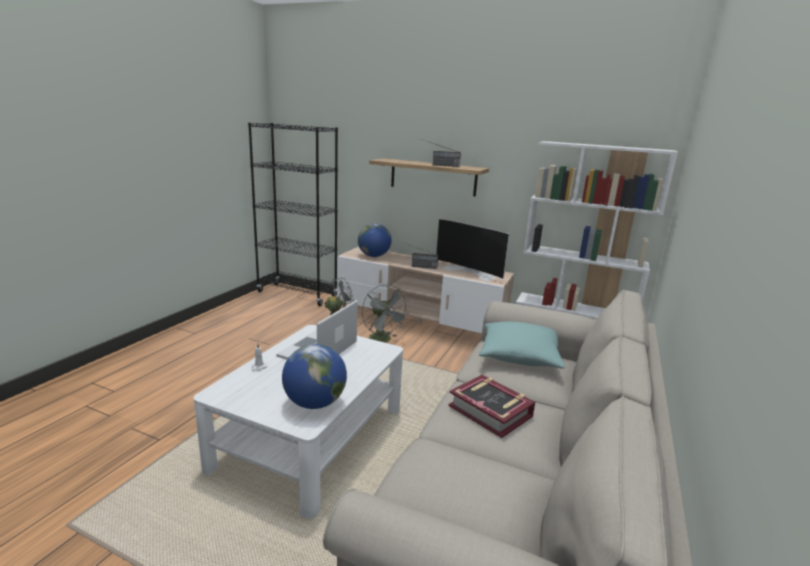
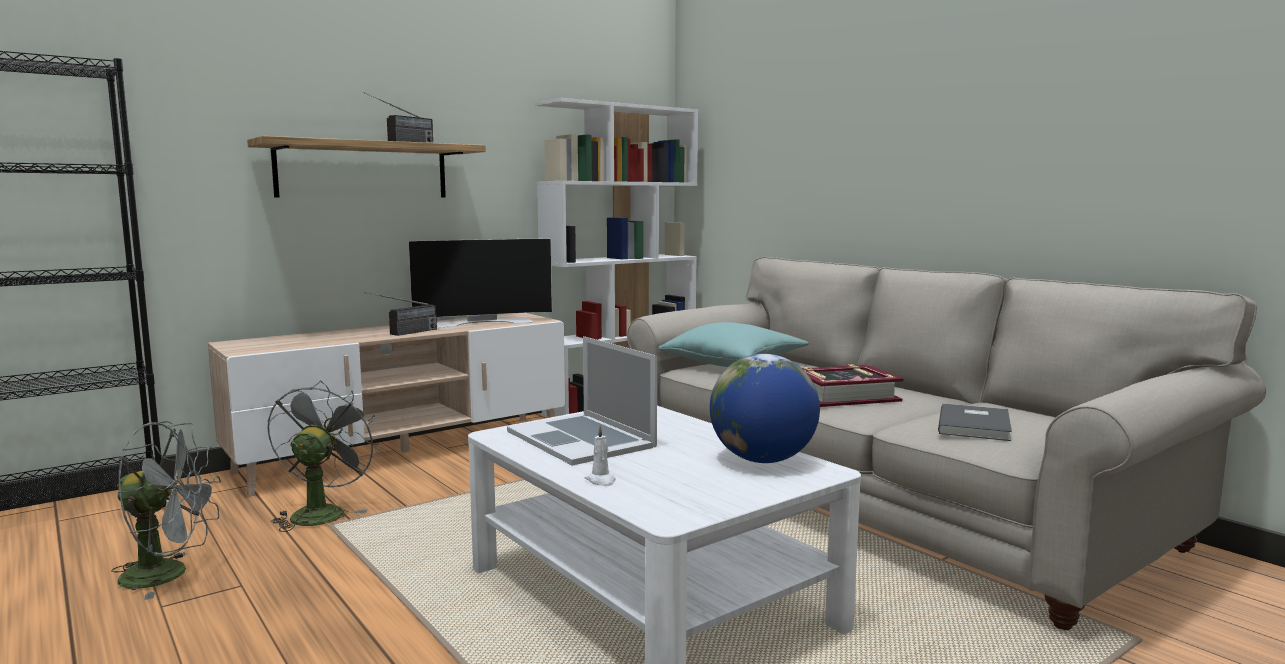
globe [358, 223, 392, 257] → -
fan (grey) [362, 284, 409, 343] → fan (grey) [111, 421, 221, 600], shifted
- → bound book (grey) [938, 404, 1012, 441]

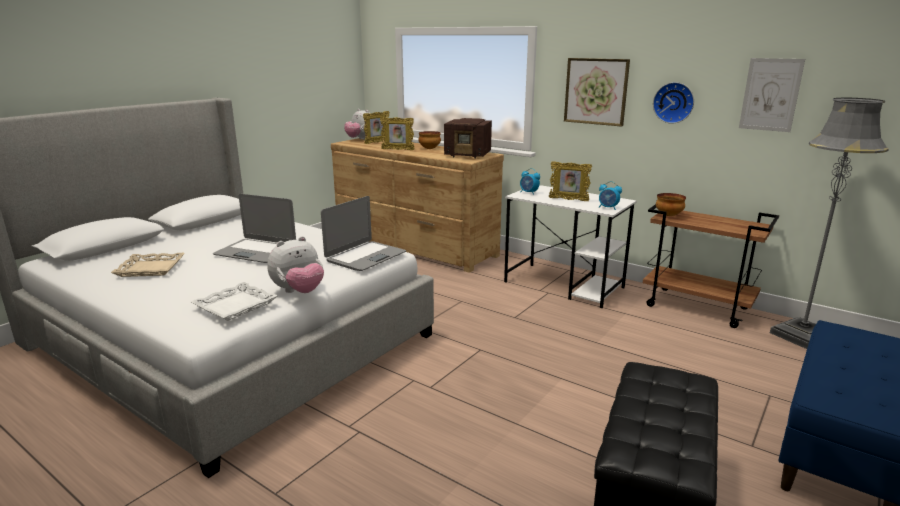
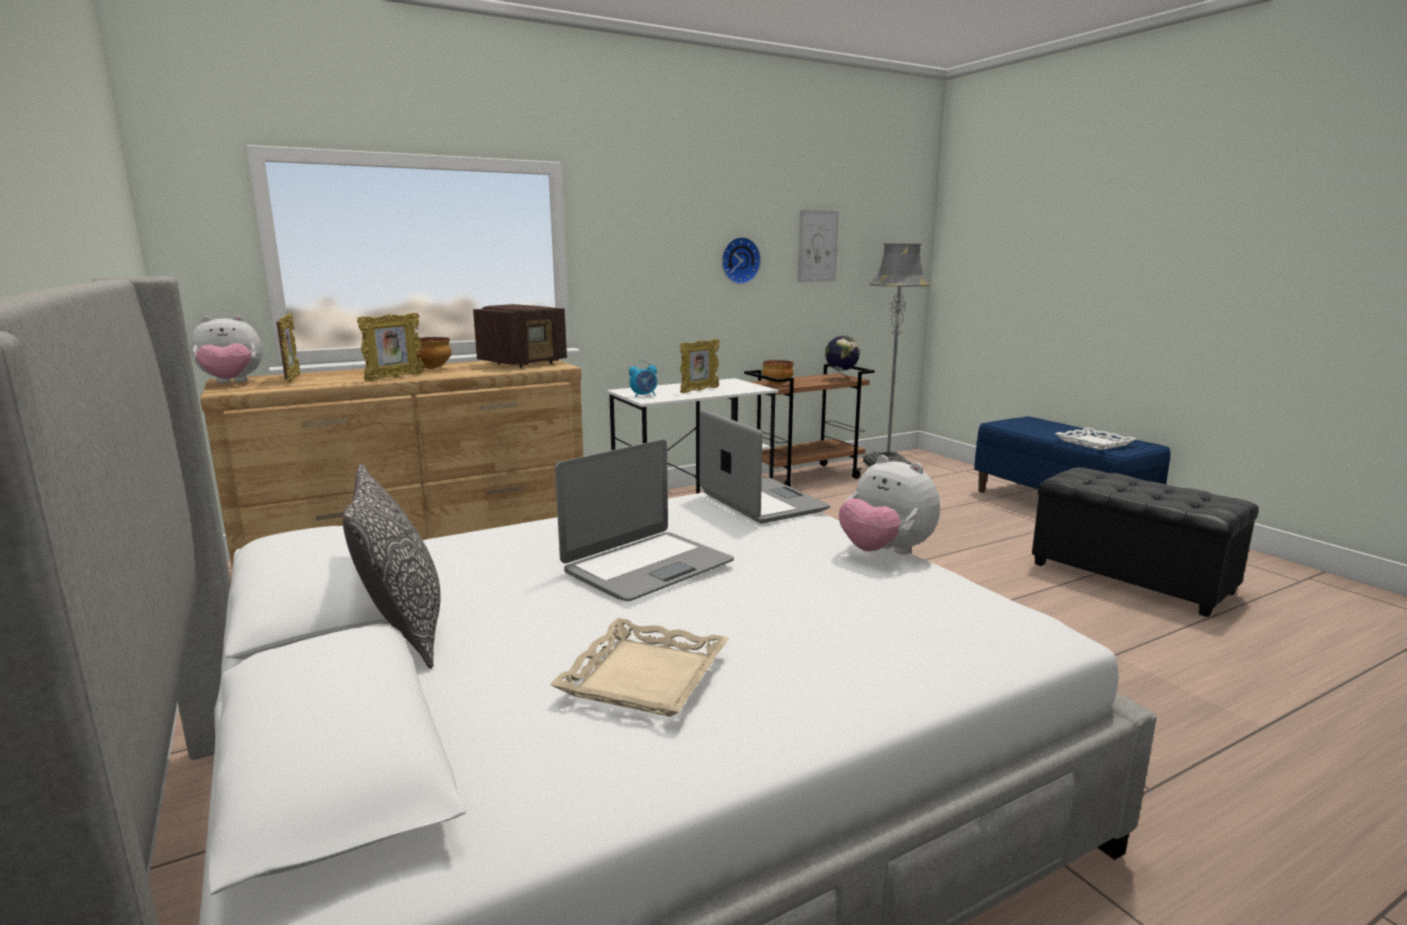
tray (white-coloured) [191, 282, 278, 321] → tray (white-coloured) [1055, 427, 1136, 450], shifted
soft toy [267, 236, 324, 293] → soft toy [839, 455, 940, 554], 150 degrees clockwise
wall art [564, 58, 630, 127] → -
alarm clock [599, 181, 622, 210] → -
- → cushion [343, 464, 441, 669]
- → globe [825, 336, 860, 382]

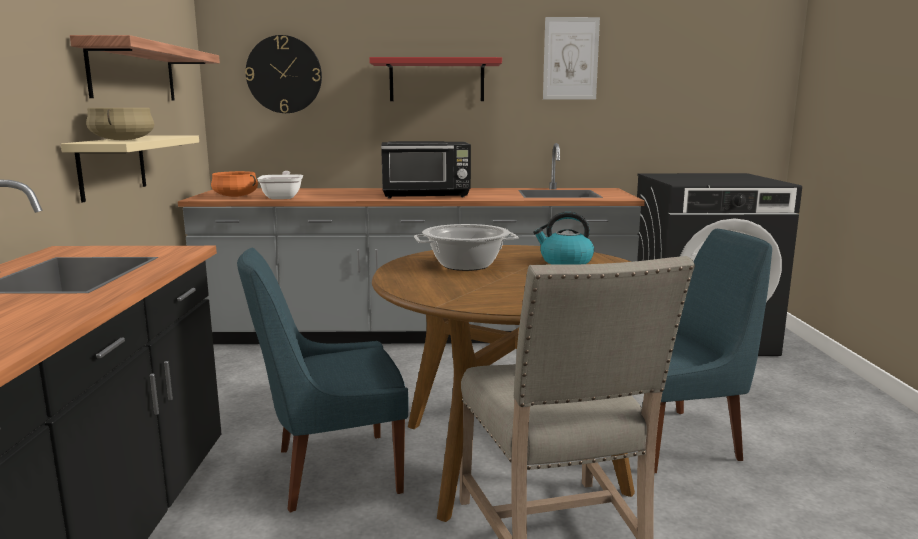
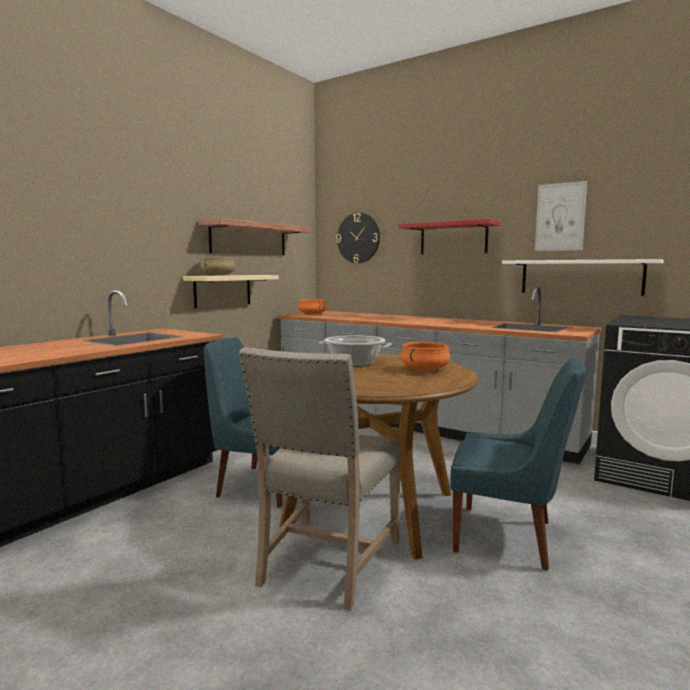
frying pan [257, 171, 303, 199] → -
kitchen microwave (blackish) [381, 141, 471, 198] → -
tea kettle [533, 212, 594, 265] → stockpot (orange-coloured) [400, 342, 450, 371]
- → wall shelf (white-coloured) [502, 259, 664, 296]

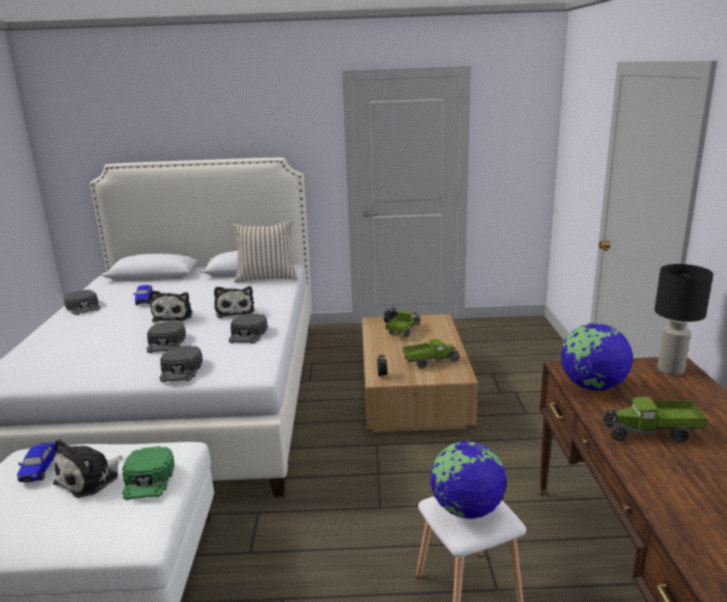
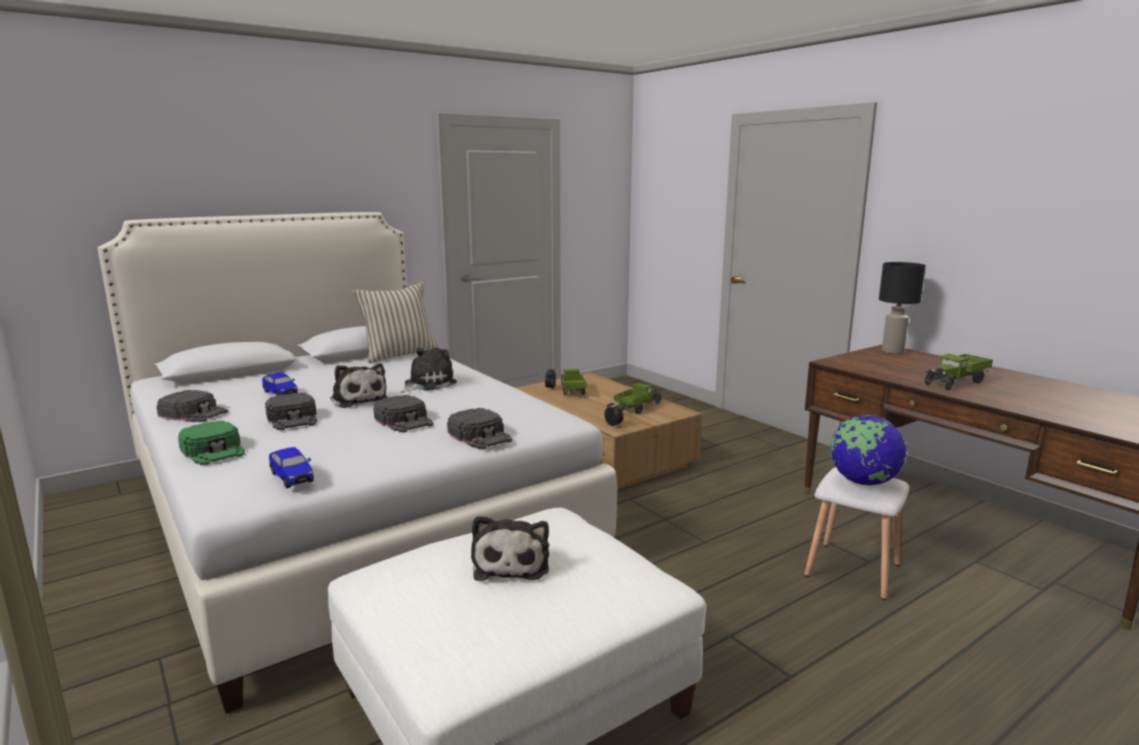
model car [17, 443, 56, 482] → model car [269, 447, 314, 488], shifted
baseball cap (green-coloured) [122, 446, 175, 500] → baseball cap (green-coloured) [178, 420, 245, 465], shifted
soft toy [214, 286, 255, 318] → soft toy [401, 347, 457, 393], 90 degrees counterclockwise
baseball cap (blackish) [229, 314, 268, 343] → baseball cap (blackish) [265, 393, 318, 431], shifted
globe [561, 323, 633, 391] → -

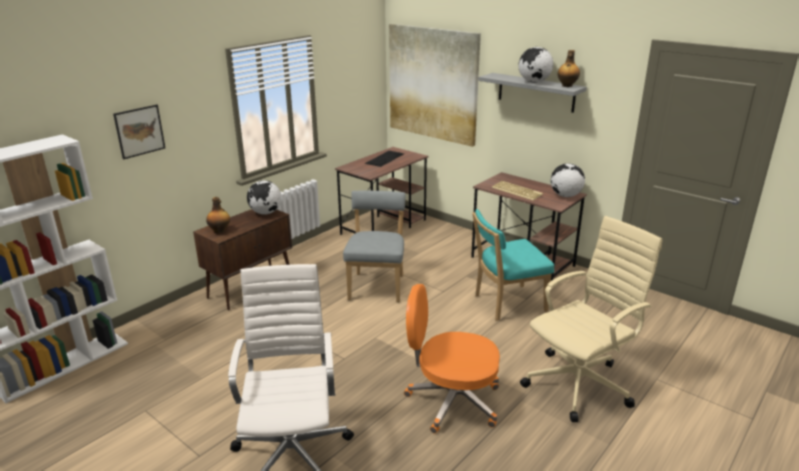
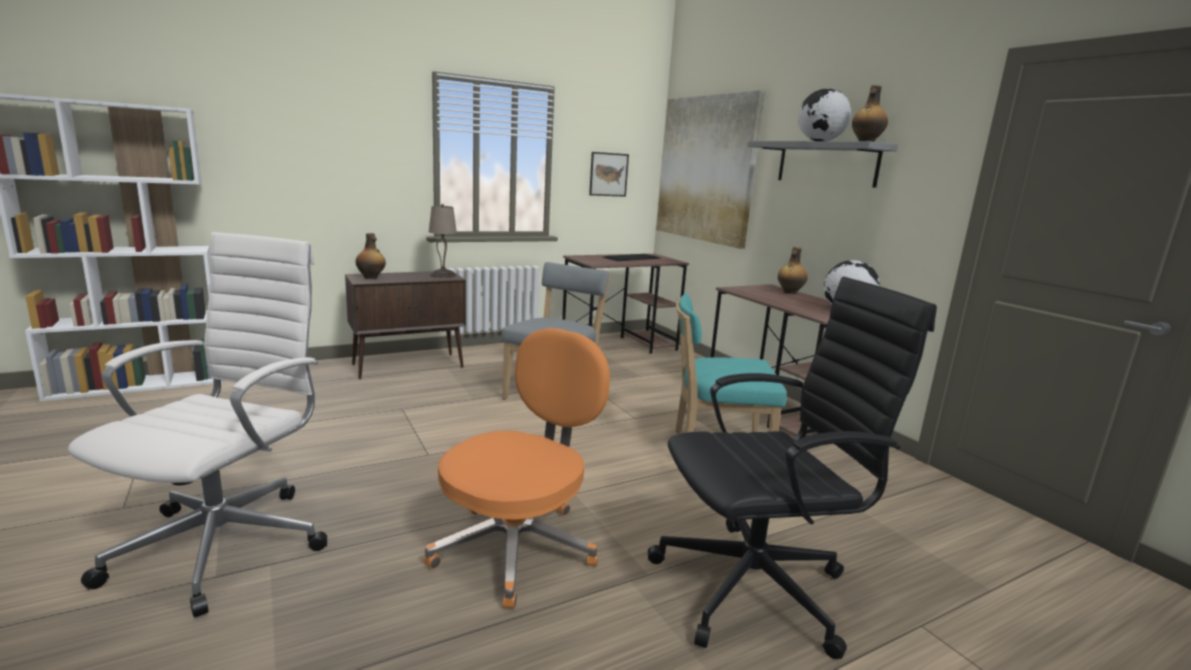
wall art [113, 104, 165, 159] → wall art [589, 152, 629, 197], shifted
globe [247, 180, 281, 215] → tabletop lamp (sand-coloured) [429, 204, 457, 278]
desk chair (orange-coloured) [404, 284, 500, 434] → desk chair (orange-coloured) [424, 328, 610, 609], 90 degrees clockwise
PC keyboard [492, 181, 543, 201] → -
desk chair (sand-coloured) [520, 216, 663, 422] → desk chair (blackish) [648, 277, 937, 659]
- → bottle [778, 247, 808, 294]

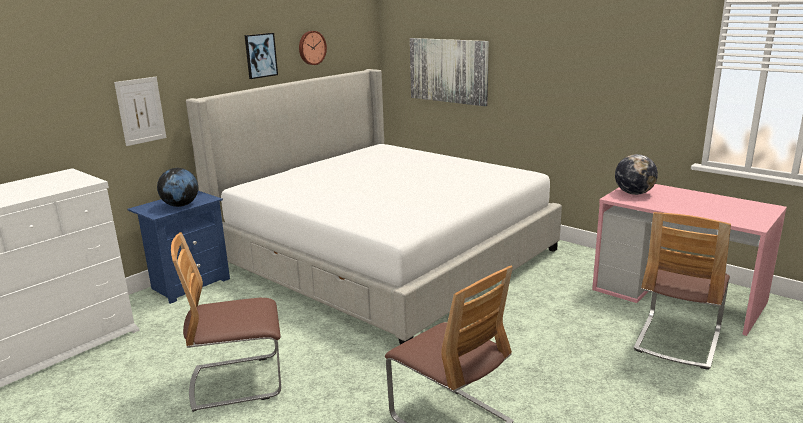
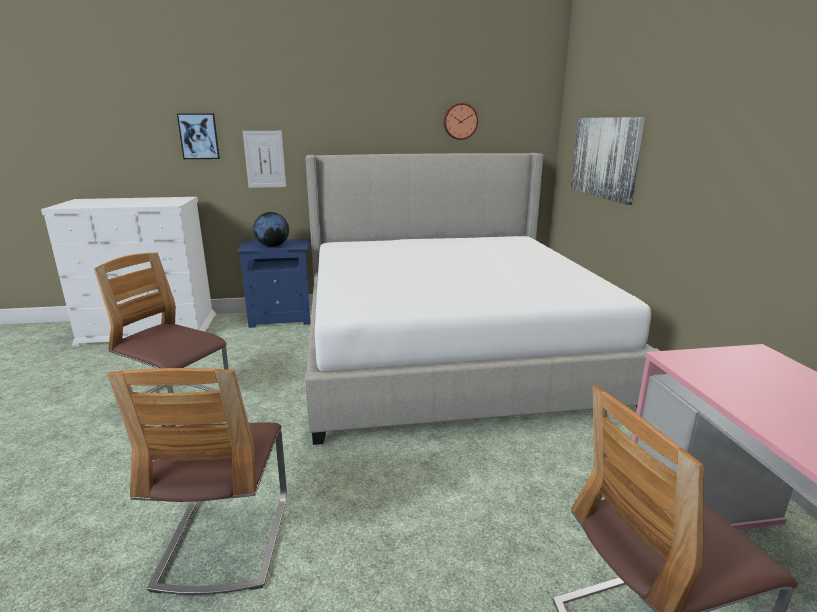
wall art [245, 33, 278, 79] → wall art [177, 113, 220, 159], shifted
globe [615, 154, 658, 195] → -

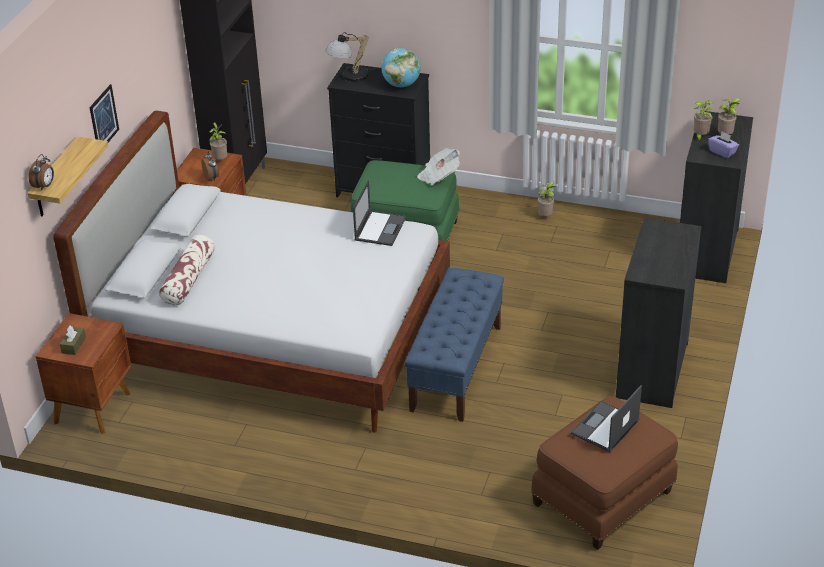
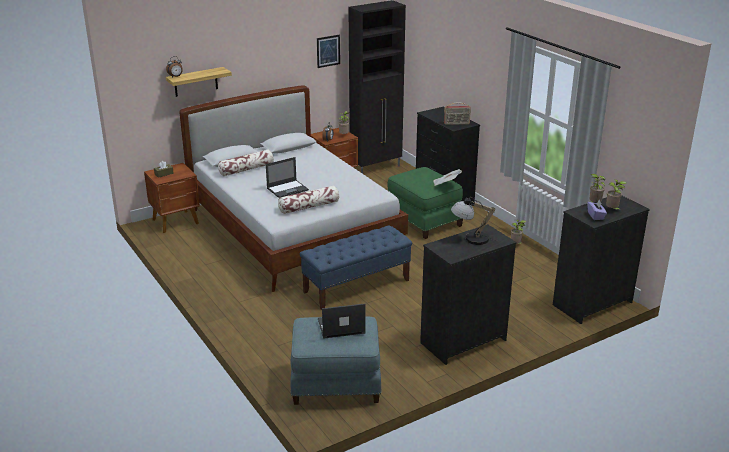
wall art [89, 84, 119, 142] → wall art [317, 35, 340, 68], shifted
tabletop lamp [325, 32, 375, 82] → tabletop lamp [451, 197, 498, 245], shifted
laptop [353, 180, 406, 246] → laptop [266, 157, 309, 198], shifted
globe [381, 48, 421, 87] → radio set [444, 102, 471, 125]
ottoman (brownish) [531, 396, 678, 550] → ottoman (blue) [290, 316, 382, 405]
- → cushion [278, 186, 339, 214]

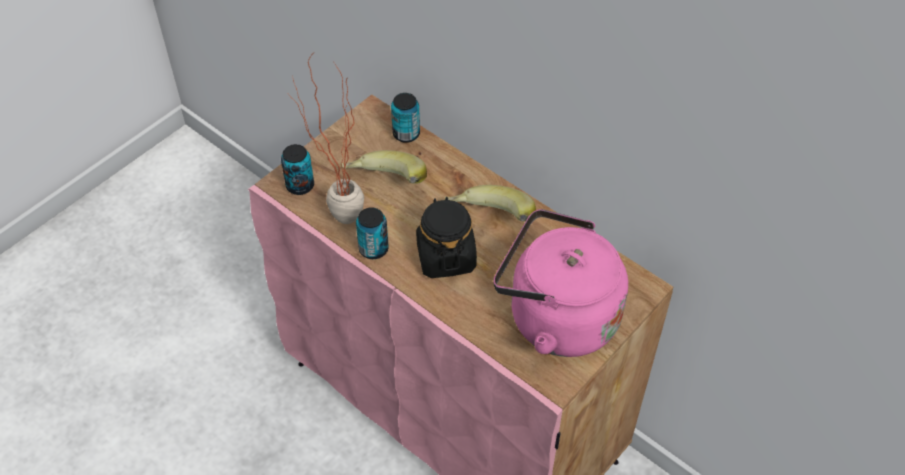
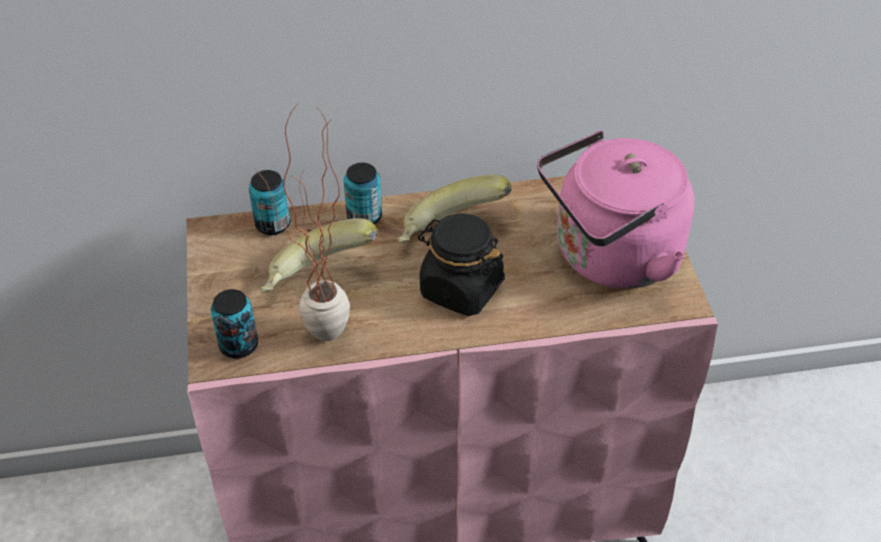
sealed can [356, 207, 389, 259] → sealed can [344, 163, 382, 225], shifted

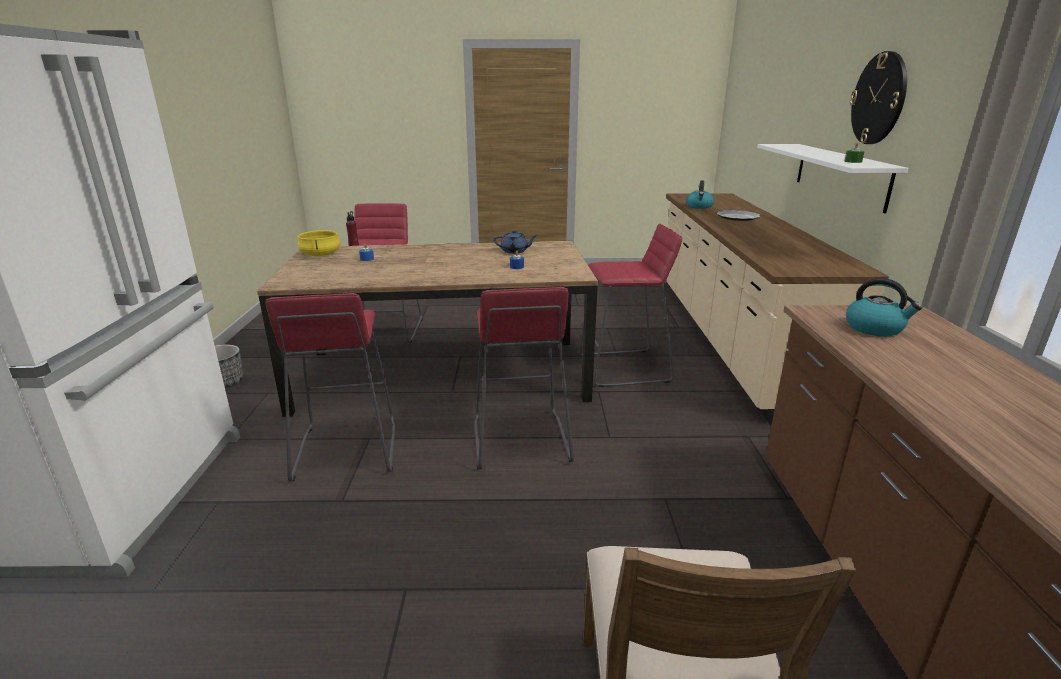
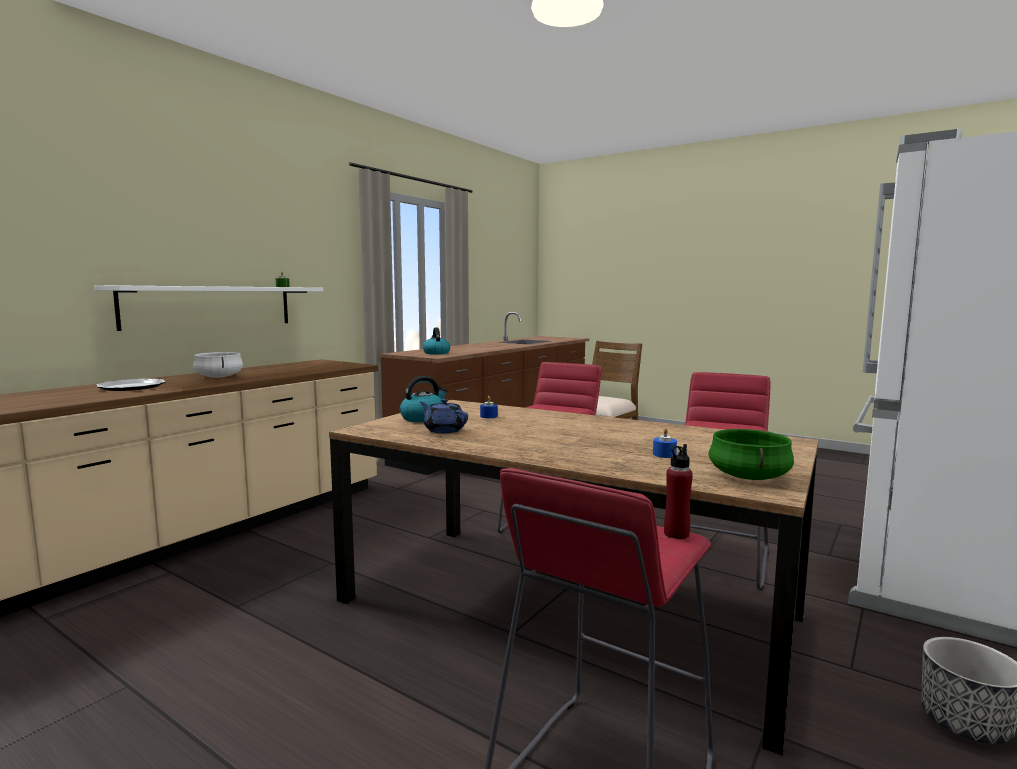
stockpot (yellow-coloured) [298, 230, 340, 256] → stockpot (green-coloured) [708, 429, 794, 480]
stool seat (reddish) [578, 224, 682, 387] → -
tea kettle [686, 180, 714, 209] → tea kettle [400, 376, 448, 423], shifted
hanging clock [850, 51, 907, 144] → -
- → stockpot (white-coloured) [193, 352, 243, 378]

